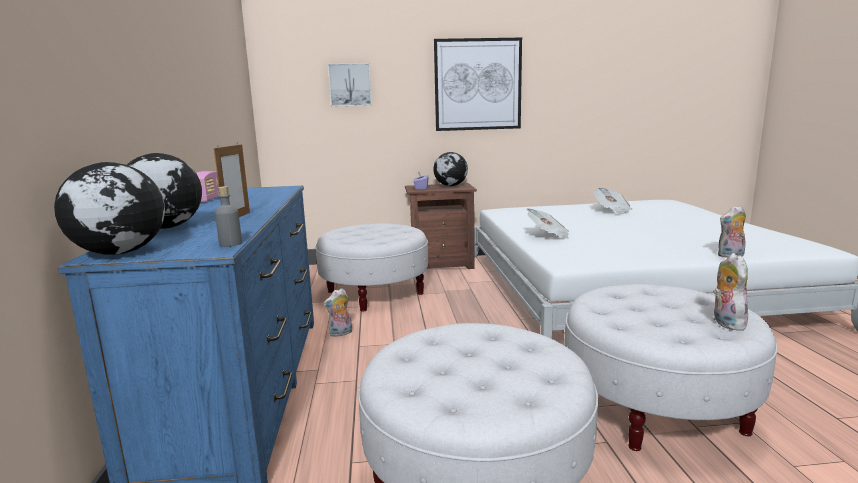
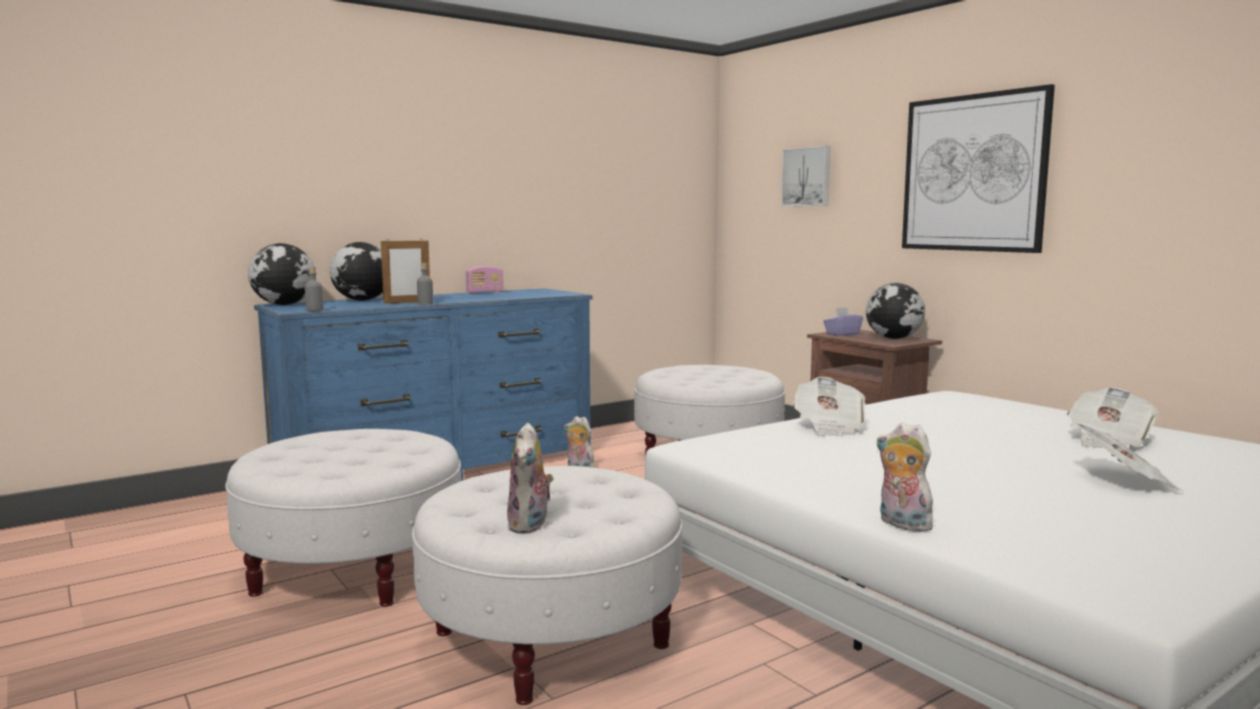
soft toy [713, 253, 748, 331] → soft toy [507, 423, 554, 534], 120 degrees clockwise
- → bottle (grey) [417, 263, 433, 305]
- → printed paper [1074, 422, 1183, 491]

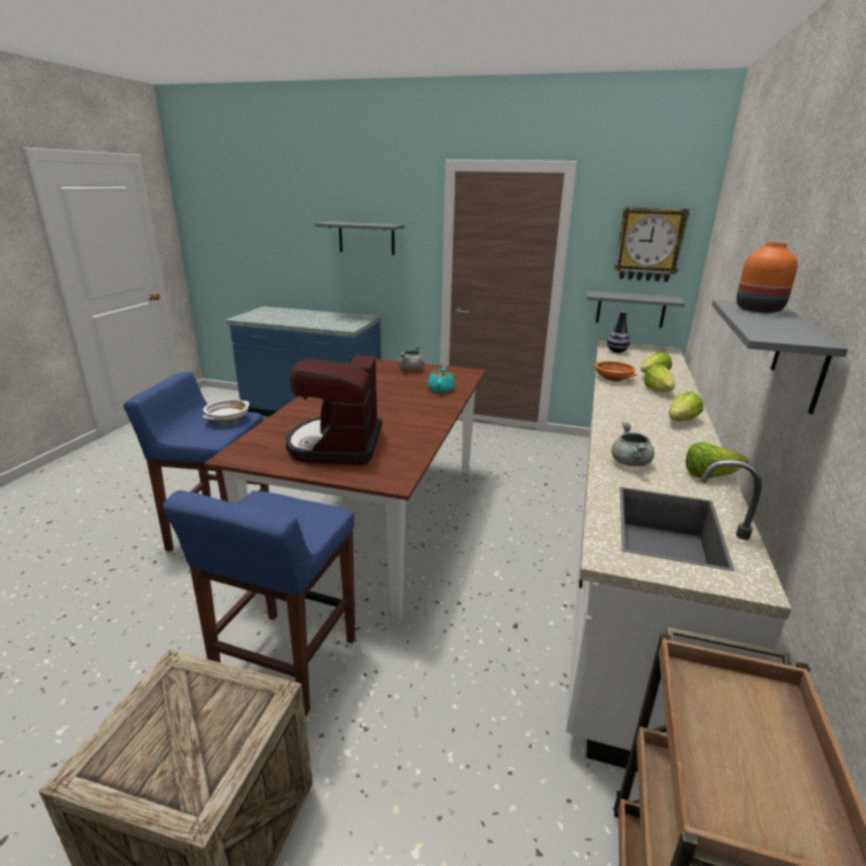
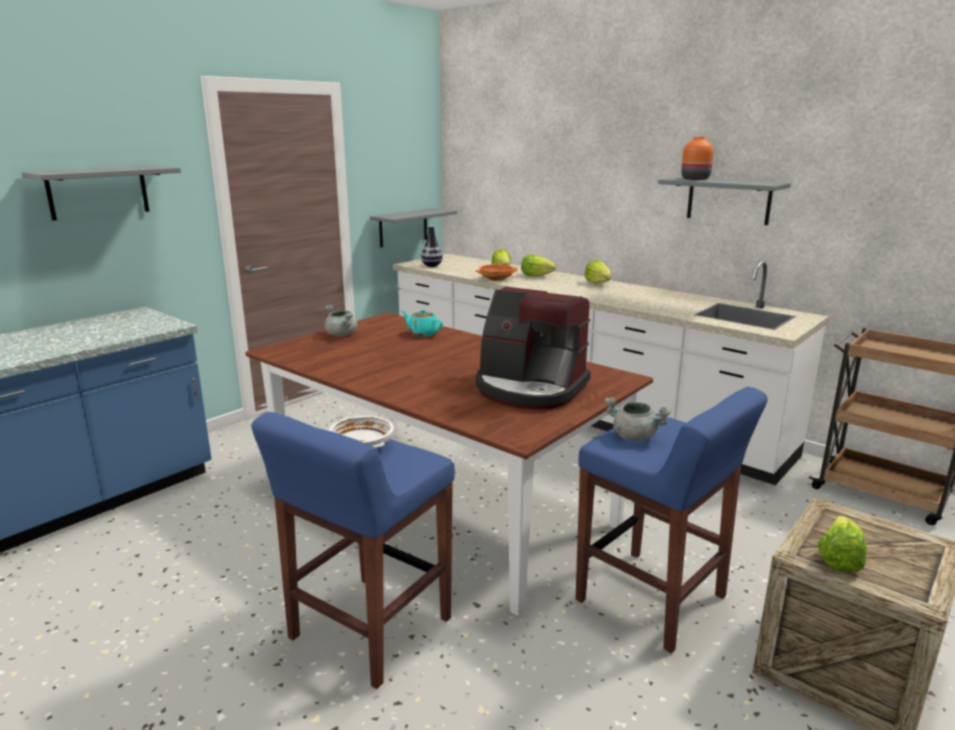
stockpot (grey) [611, 423, 654, 467] → stockpot (grey) [604, 397, 672, 441], shifted
hanging clock [614, 207, 690, 282] → -
head of lettuce [686, 442, 748, 478] → head of lettuce [818, 516, 867, 572], shifted

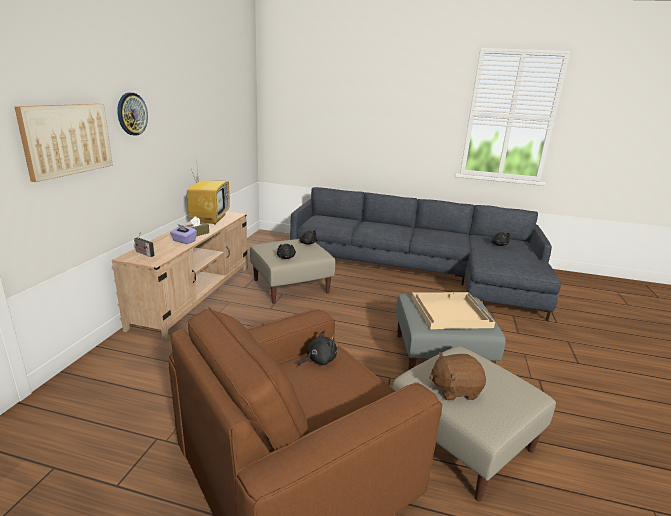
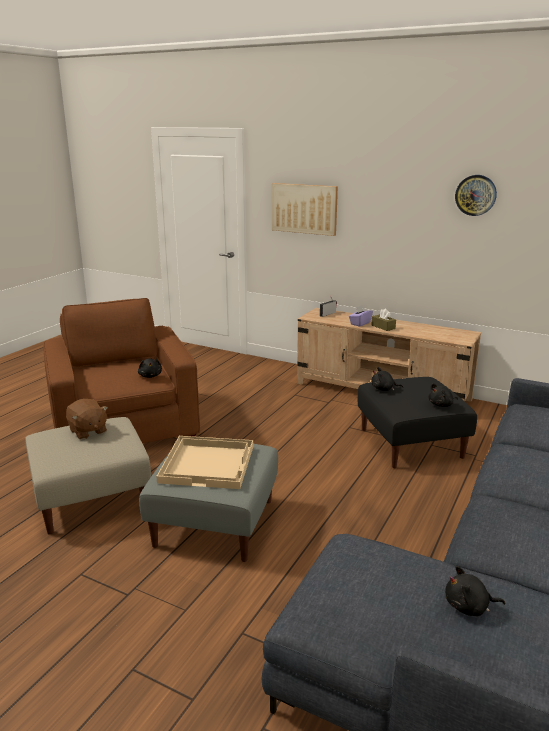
hanging clock [117, 93, 148, 136] → hanging clock [455, 175, 497, 216], shifted
TV [187, 168, 230, 225] → -
ottoman (sand-coloured) [250, 239, 335, 304] → ottoman (blackish) [358, 377, 477, 468]
soft toy (brownish) [429, 352, 486, 401] → soft toy (brownish) [66, 399, 108, 440], 135 degrees clockwise

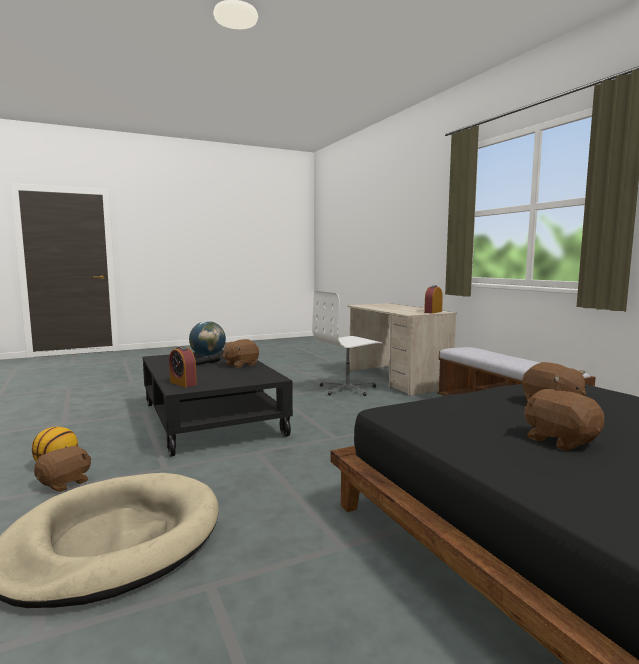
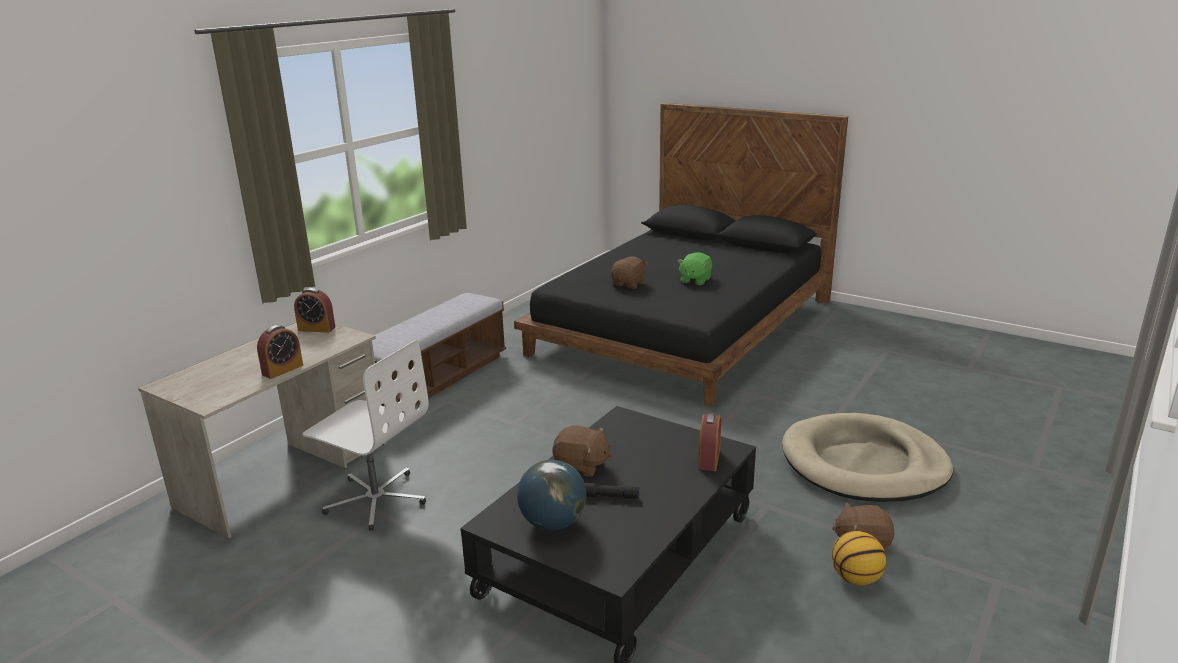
soft toy (brownish) [524, 389, 604, 451] → soft toy (green-coloured) [678, 252, 712, 285]
- → alarm clock [257, 325, 303, 379]

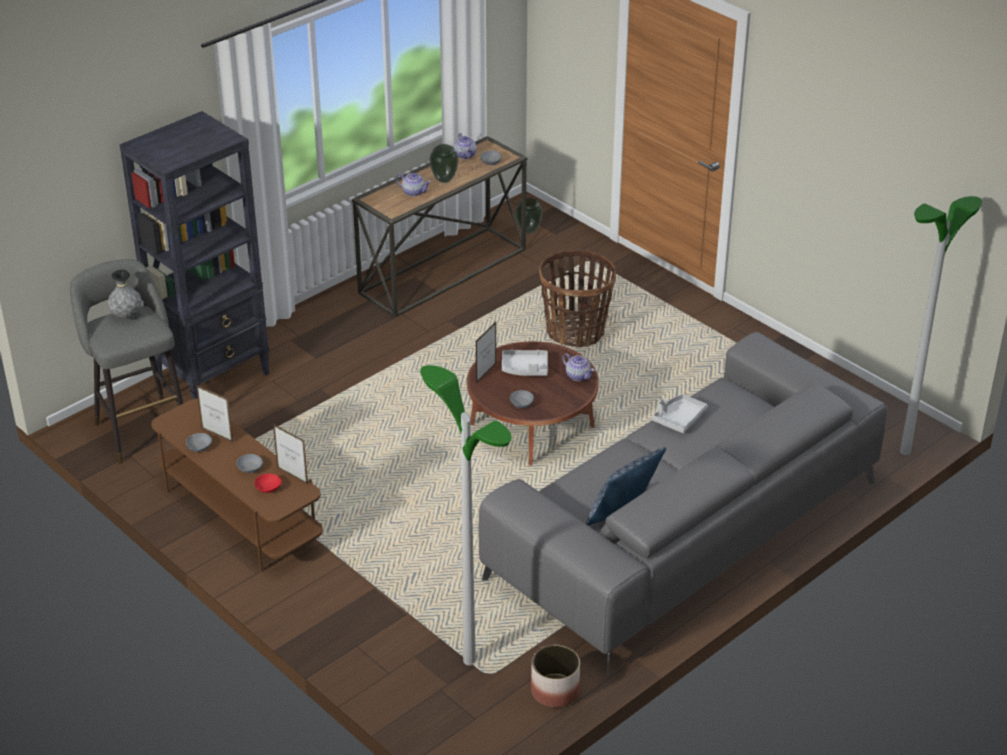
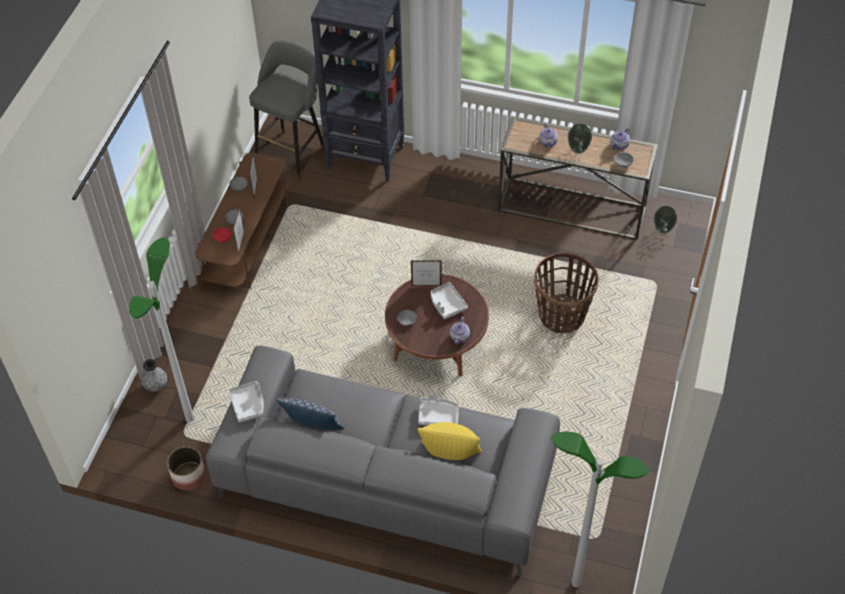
decorative vase (grey) [108, 270, 142, 319] → decorative vase (grey) [141, 359, 167, 392], shifted
- → tray (grey) [228, 381, 264, 423]
- → cushion (yellow-coloured) [418, 422, 482, 460]

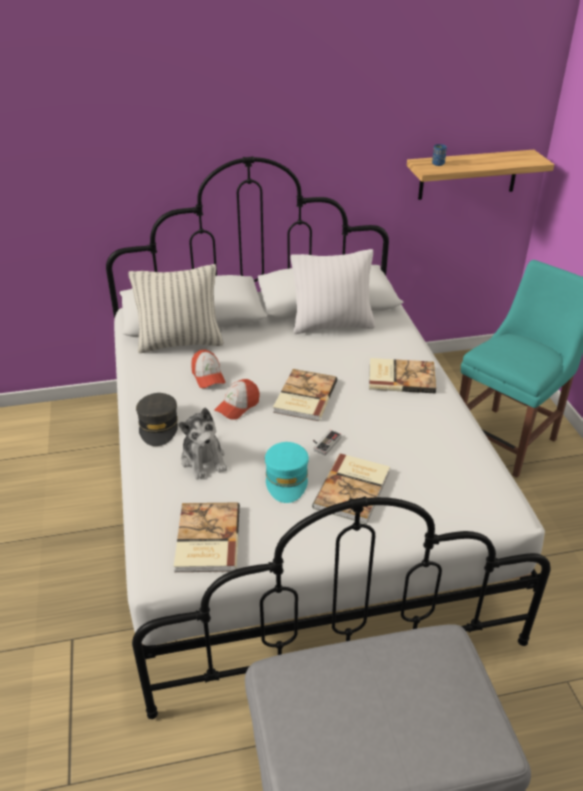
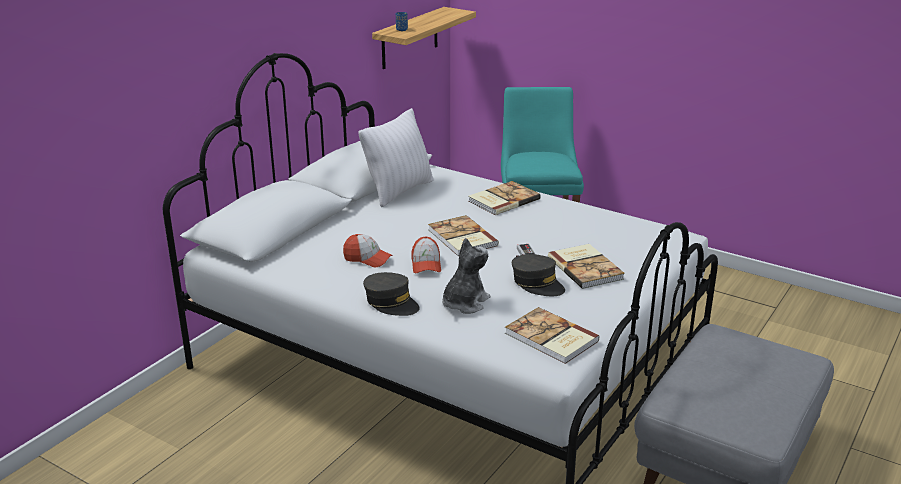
cushion [128, 264, 224, 353] → -
soft toy [179, 408, 227, 480] → soft toy [442, 238, 490, 314], 75 degrees counterclockwise
baseball cap (turquoise) [265, 442, 309, 503] → baseball cap (grey) [512, 254, 565, 296]

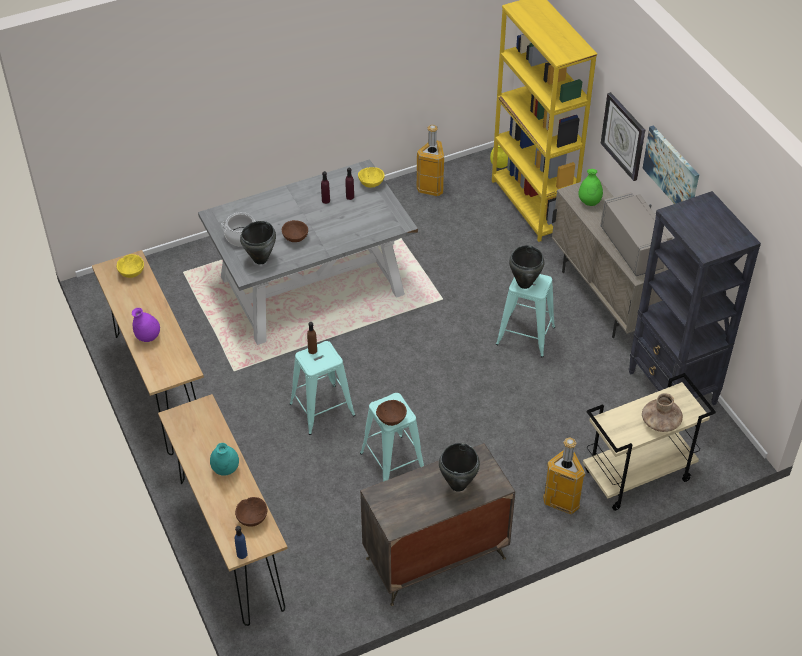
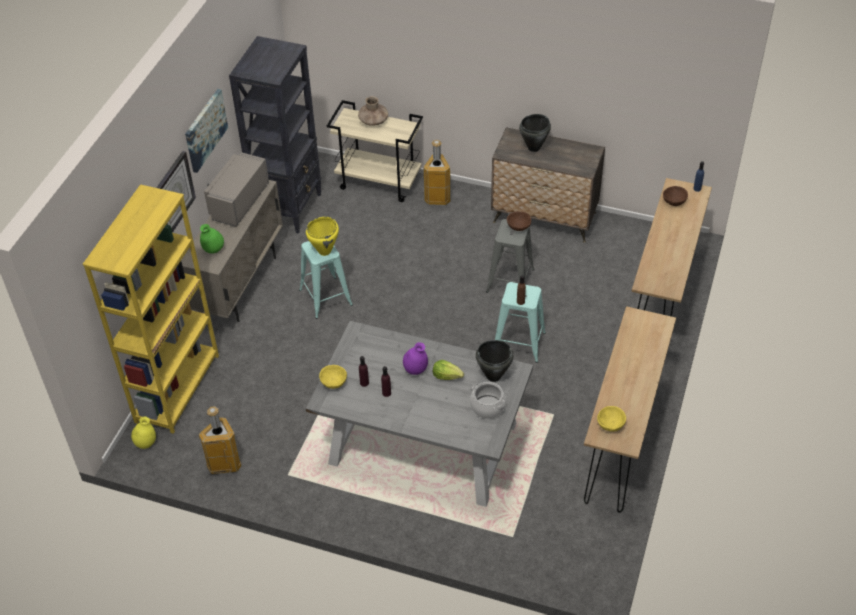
decorative vase (purple-coloured) [132, 308, 160, 342] → decorative vase (purple-coloured) [403, 342, 428, 375], shifted
decorative vase (turquoise) [210, 443, 239, 476] → -
serving bowl (brownish) [282, 220, 308, 242] → head of lettuce [433, 360, 464, 380]
stool seat (turquoise) [360, 393, 424, 482] → stool seat (grey) [486, 219, 535, 293]
stockpot (blackish) [509, 245, 544, 289] → stockpot (yellow-coloured) [306, 217, 339, 256]

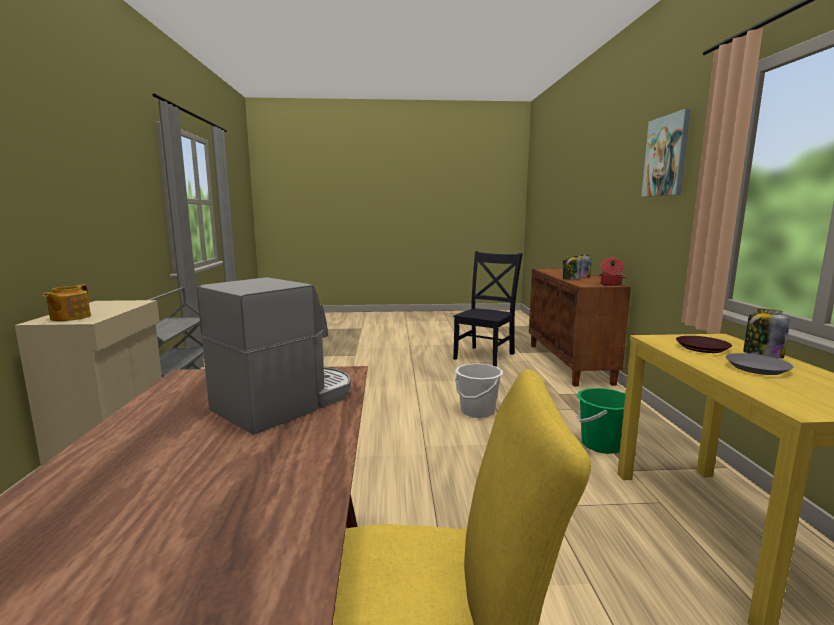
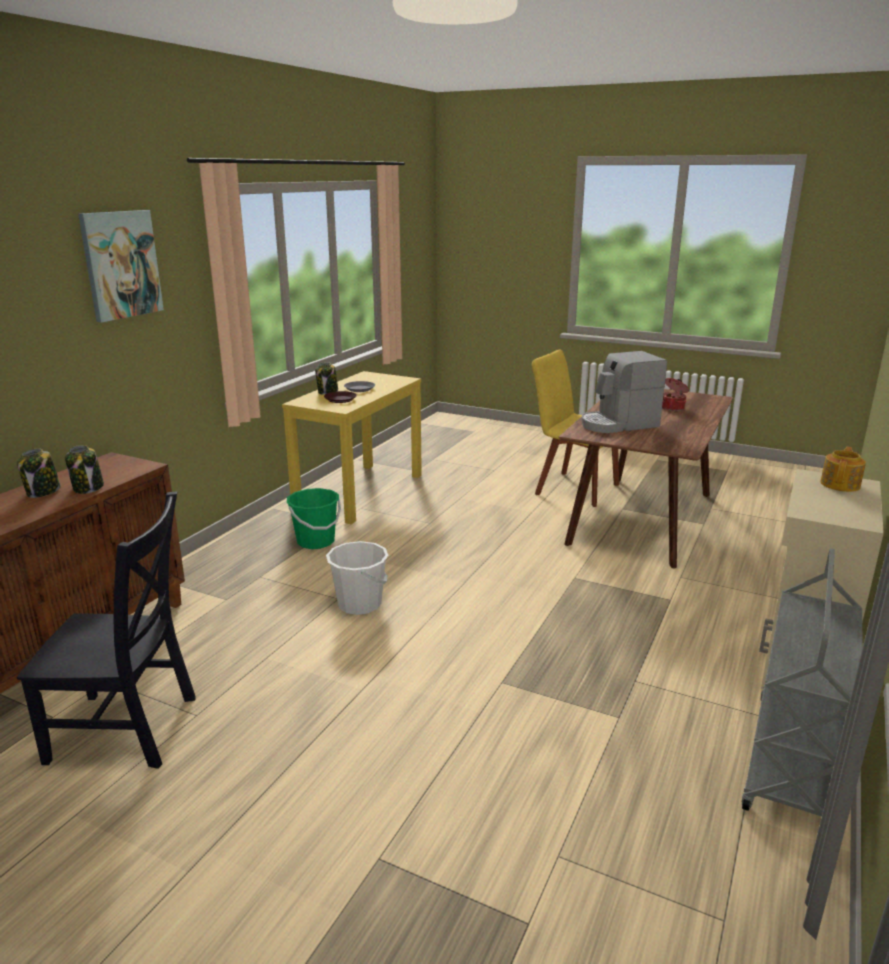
chair (blackish) [453, 251, 523, 367] → chair (blackish) [17, 491, 196, 769], 150 degrees counterclockwise
stockpot [597, 258, 626, 286] → stockpot [662, 378, 689, 411], shifted

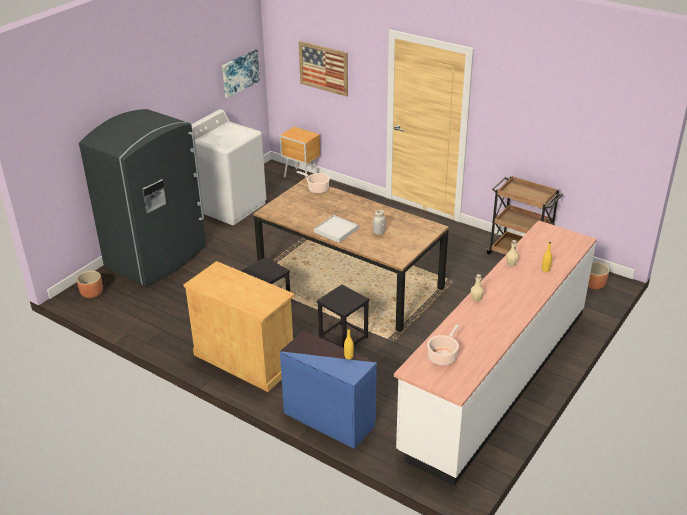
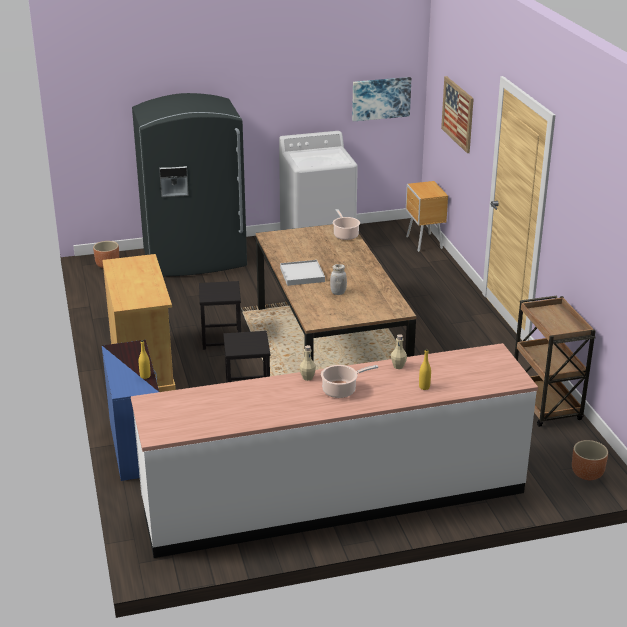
stockpot [427, 324, 459, 366] → stockpot [321, 365, 378, 398], shifted

